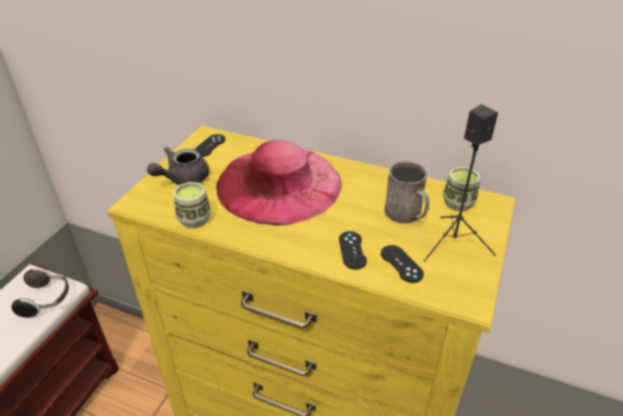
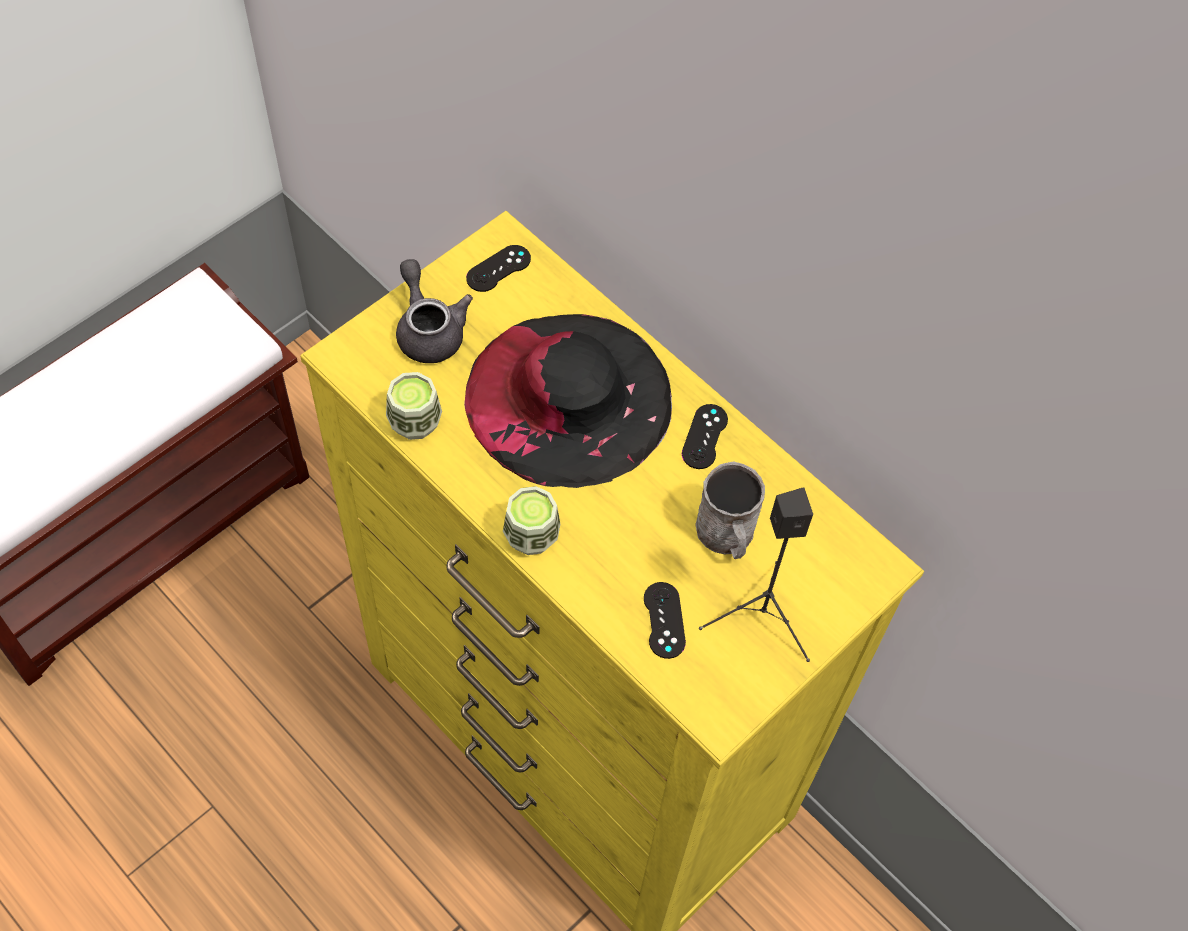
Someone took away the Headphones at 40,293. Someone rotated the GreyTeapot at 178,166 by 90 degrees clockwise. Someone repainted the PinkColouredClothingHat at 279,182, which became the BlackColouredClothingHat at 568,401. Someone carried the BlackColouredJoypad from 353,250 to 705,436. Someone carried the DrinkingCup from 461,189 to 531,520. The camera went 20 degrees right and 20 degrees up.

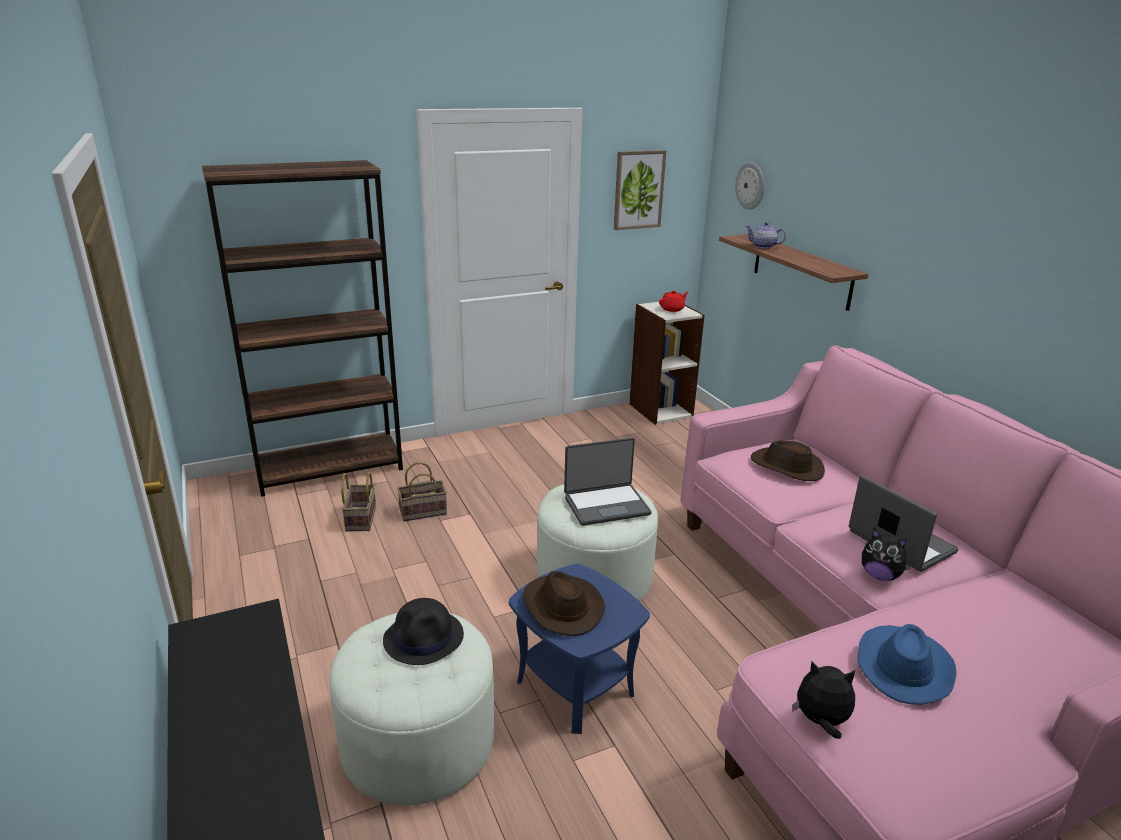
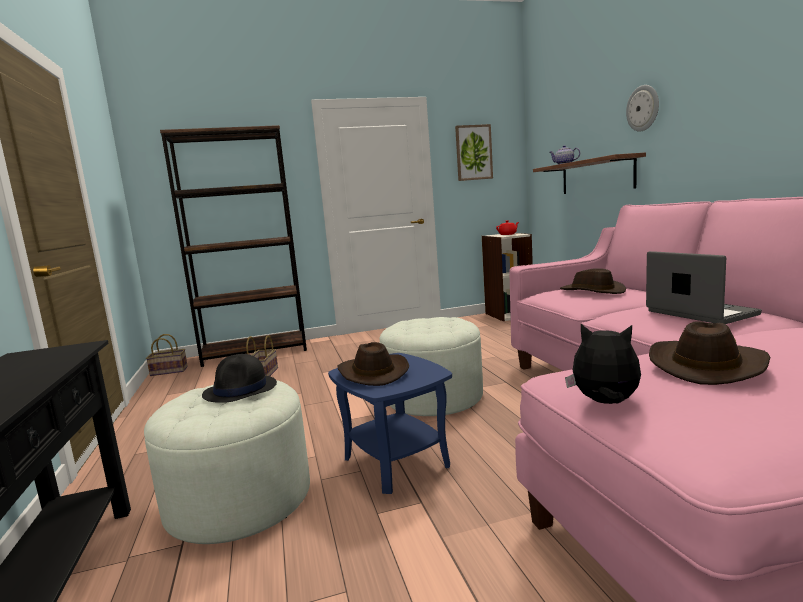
Someone carried the Basket from 422,491 to 167,355. Someone took away the NotebookComputer at 608,481. Someone carried the HangingClock from 749,186 to 642,108. Someone repainted the BlueColouredClothingHat at 907,664, which became the BrownClothingHat at 709,353. Someone took away the SoftToy at 887,555. The camera went 10 degrees right and 15 degrees down.

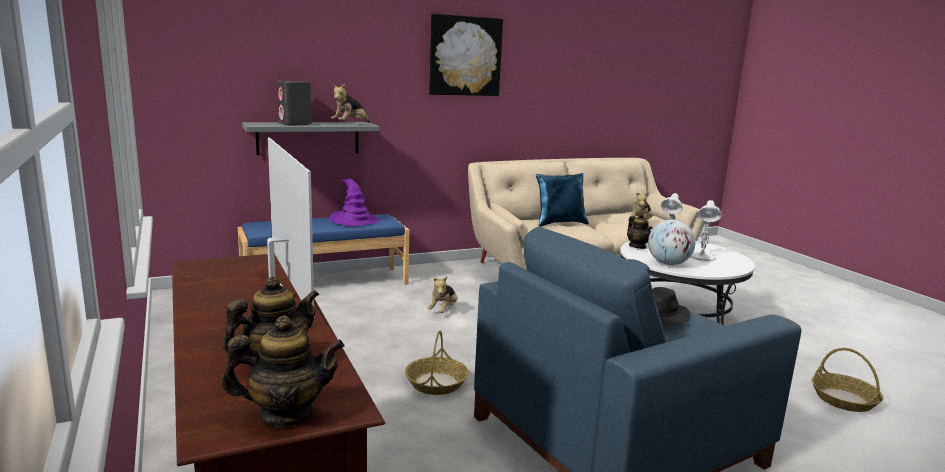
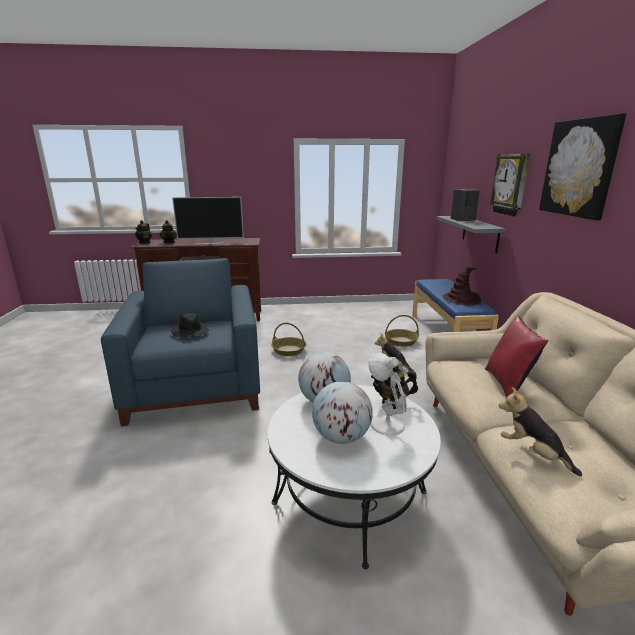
Someone repainted the PurplishClothingHat at 354,202, which became the BrownClothingHat at 461,286. Someone took away the SoftToy at 350,103. Someone repainted the BlueColouredThrowPillow at 562,200, which became the RedThrowPillow at 516,357. Someone swapped the WhiteColouredTabletopLamp at 706,230 for the WorldGlobe at 342,412. Someone carried the Basket from 848,380 to 402,331. Someone put up the HangingClock at 510,185. The camera went 110 degrees right and 5 degrees up.

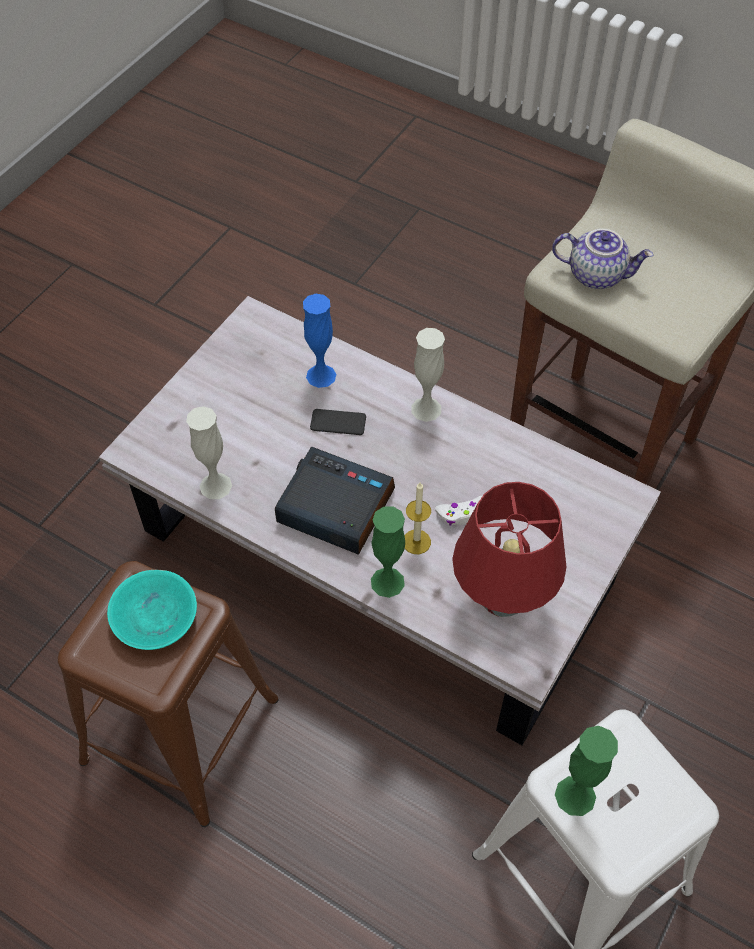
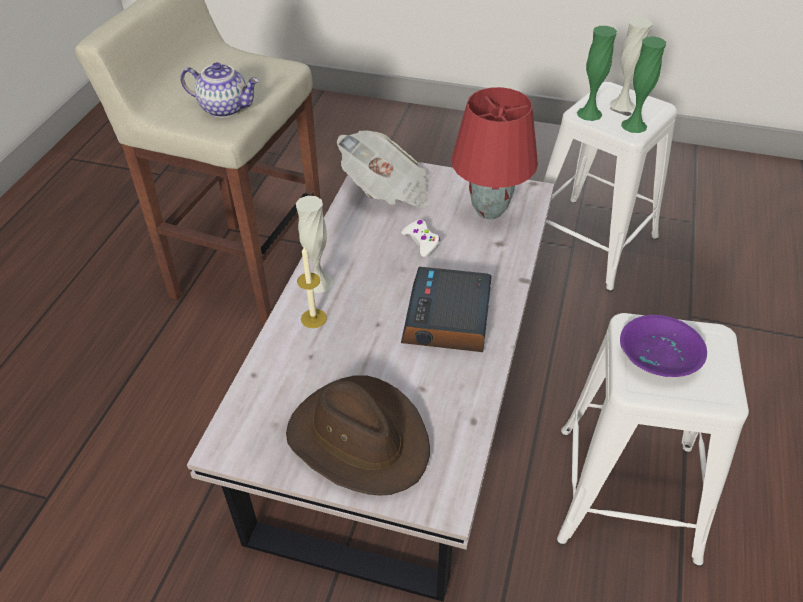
Someone repainted the BrownStoolSeat at 168,694, which became the WhiteColouredStoolSeat at 652,440. Someone repainted the TurquoiseBowl at 152,610, which became the PurplishBowl at 663,346. Someone carried the WhiteColouredVase from 209,452 to 631,64. Someone took away the BlueColouredVase at 319,341. Someone took away the Phone at 338,422. Someone carried the GreenVase from 388,552 to 597,73. Someone carried the Candle from 418,518 to 312,287. Someone rotated the Teapot at 602,259 by 105 degrees clockwise. Someone put down the BrownClothingHat at 358,435. Someone put down the Newspaper at 383,169. The camera went 105 degrees left and 10 degrees down.

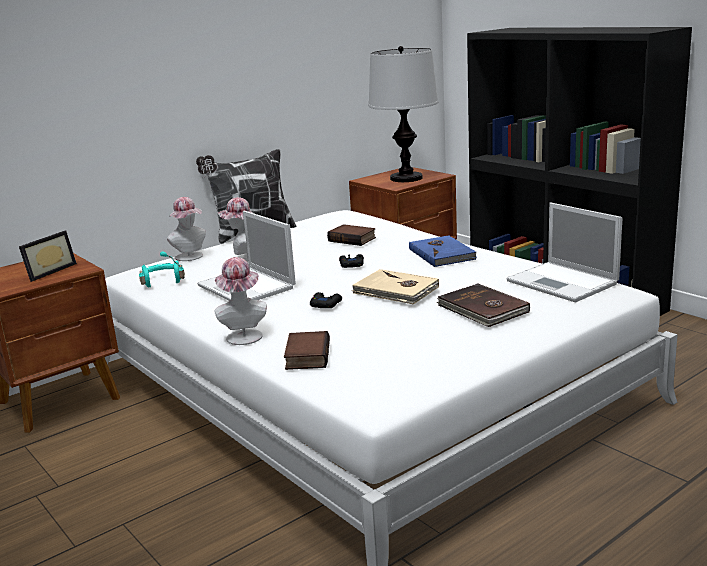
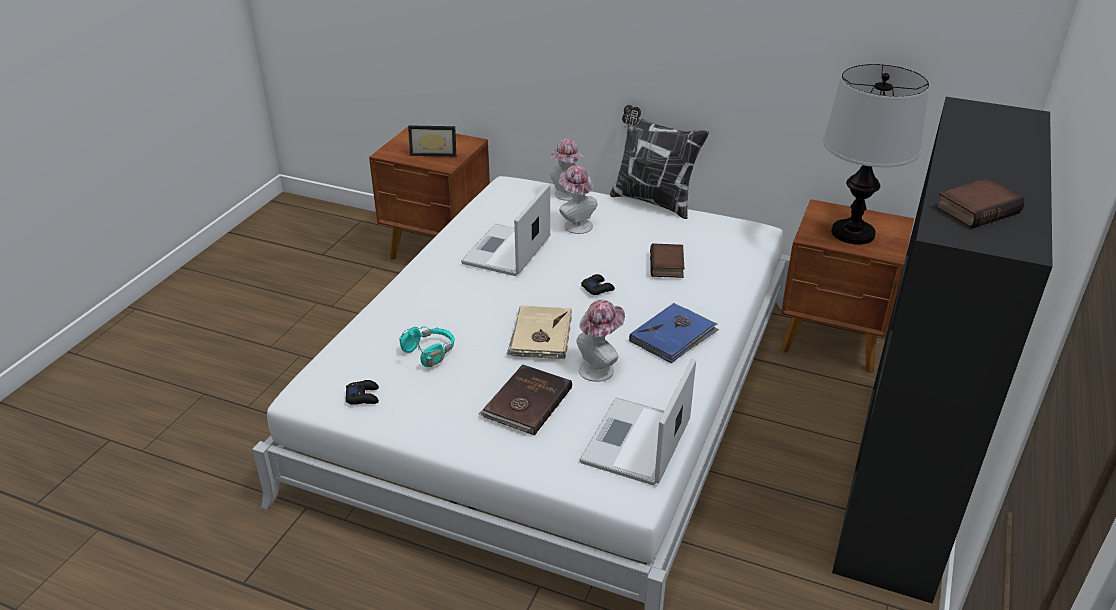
Someone carried the TurquoiseHeadphones from 162,269 to 427,347. Someone carried the ClothingHat from 240,301 to 600,341. Someone carried the Volume from 307,350 to 980,203. Someone carried the BlackColouredJoypad from 326,300 to 362,392. The camera went 60 degrees right and 15 degrees up.

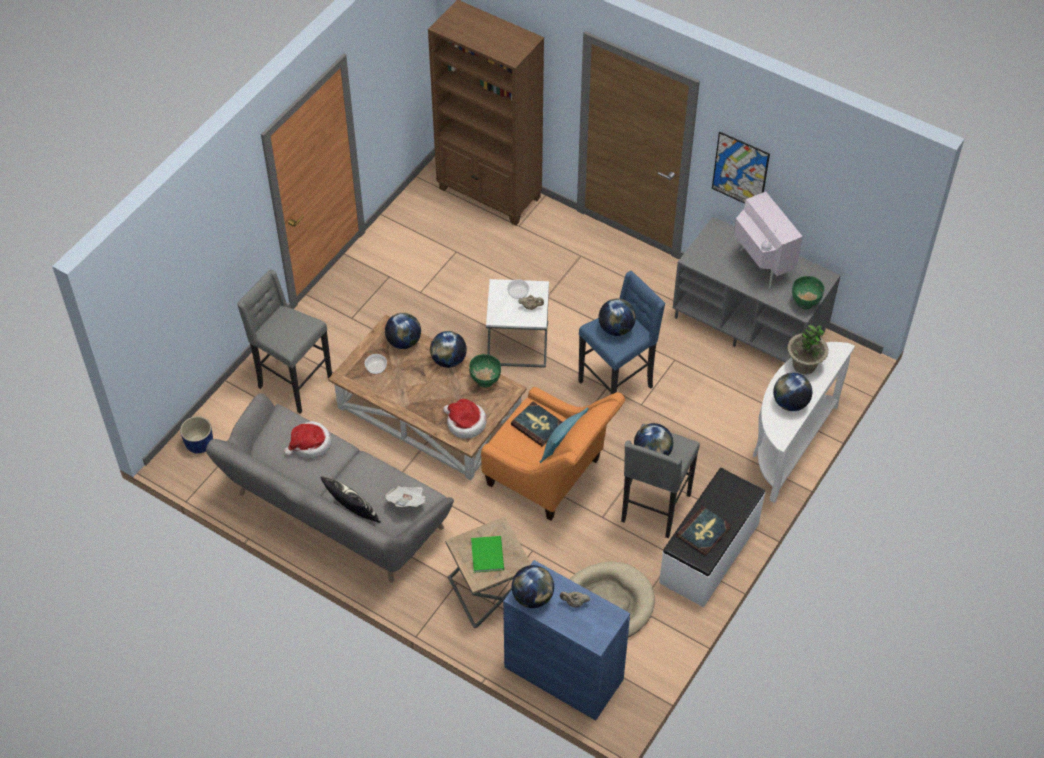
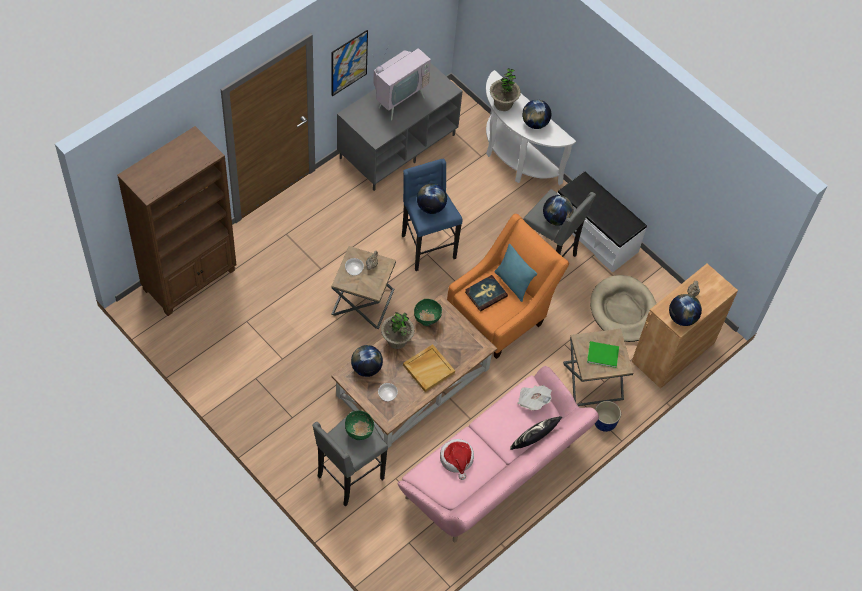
Someone carried the BlueColouredPlantPot from 196,435 to 608,416. Someone repainted the GreySofa at 330,488, which became the PinkColouredSofa at 498,454. Someone swapped the WorldGlobe at 448,349 for the PlantInAPot at 398,330. Someone took away the ClothingHat at 465,419. Someone repainted the WhiteColouredSideTable at 517,323, which became the BrownSideTable at 363,287. Someone repainted the BlueColouredCabinet at 566,640, which became the BrownCabinet at 685,326. Someone took away the Volume at 704,531. Someone rotated the Television at 768,240 by 150 degrees clockwise. Someone carried the GreenBowl from 808,292 to 359,425. Someone put down the SandColouredCarryingTray at 429,368. The camera went 80 degrees left and 5 degrees up.

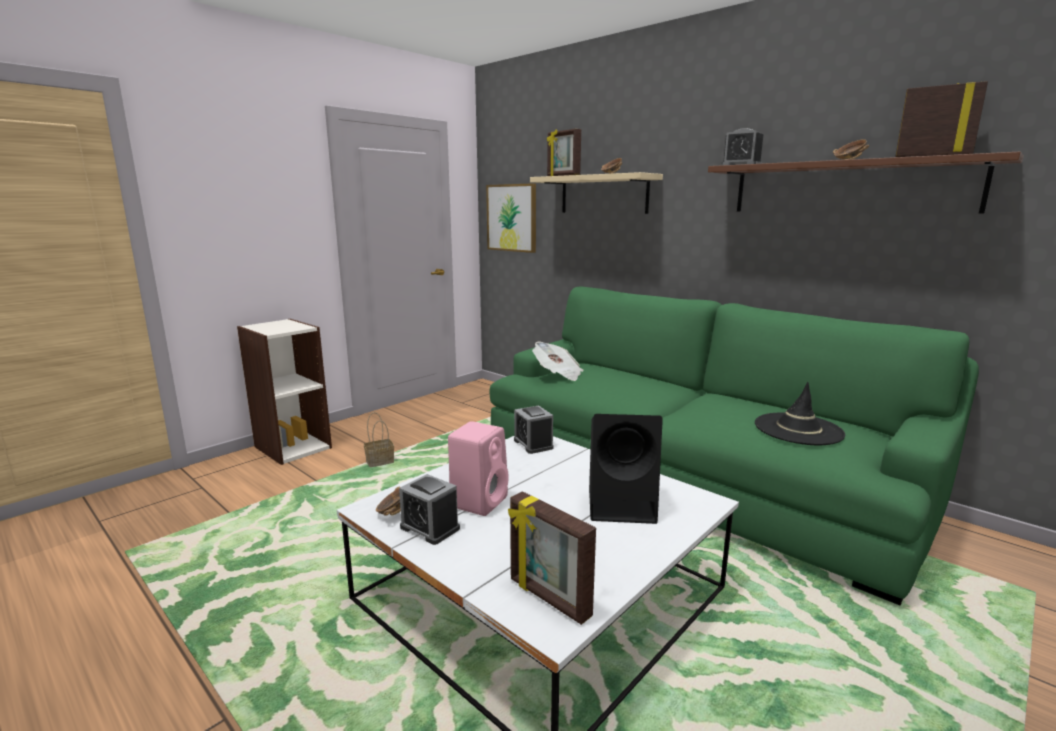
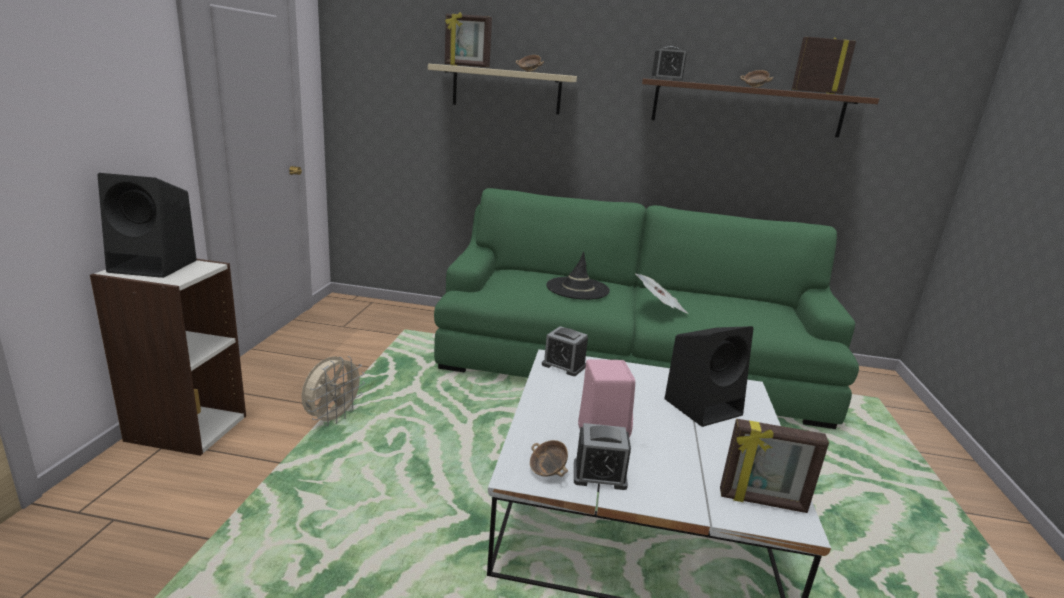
Someone swapped the Basket at 379,439 for the SandColouredCoolingFan at 333,391. Someone took away the WallArt at 511,218. Someone carried the Newspaper from 557,361 to 662,294. Someone carried the BlackColouredClothingHat from 800,413 to 578,275. Someone put down the BlackColouredAudioSpeaker at 147,225. The camera went 35 degrees left and 5 degrees up.

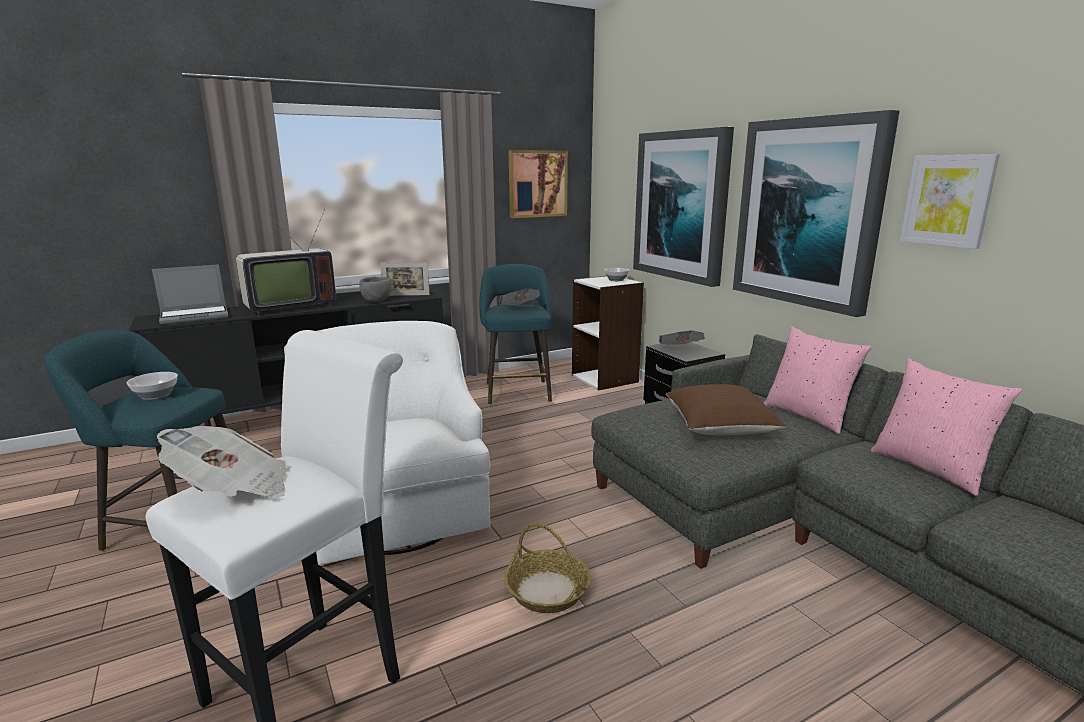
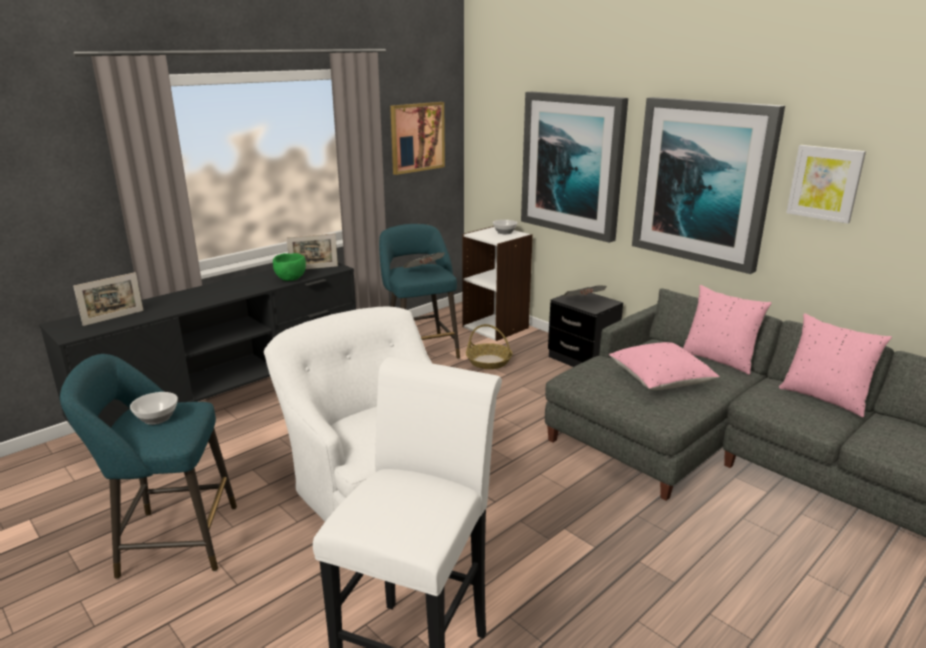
Someone swapped the NotebookComputer at 190,294 for the PhotoFrame at 108,299. Someone took away the Newspaper at 221,462. Someone took away the Television at 286,262. Someone repainted the GreyBowl at 375,289, which became the GreenBowl at 289,267. Someone carried the Basket from 547,568 to 489,346. Someone repainted the BrownThrowPillow at 726,409, which became the PinkColouredThrowPillow at 664,366. The camera went 15 degrees left and 5 degrees up.

